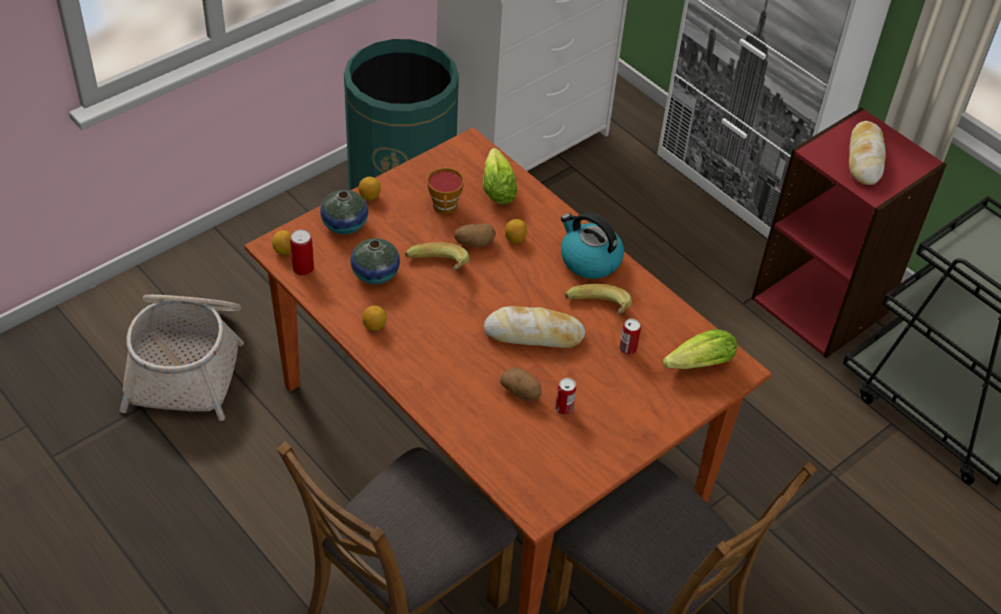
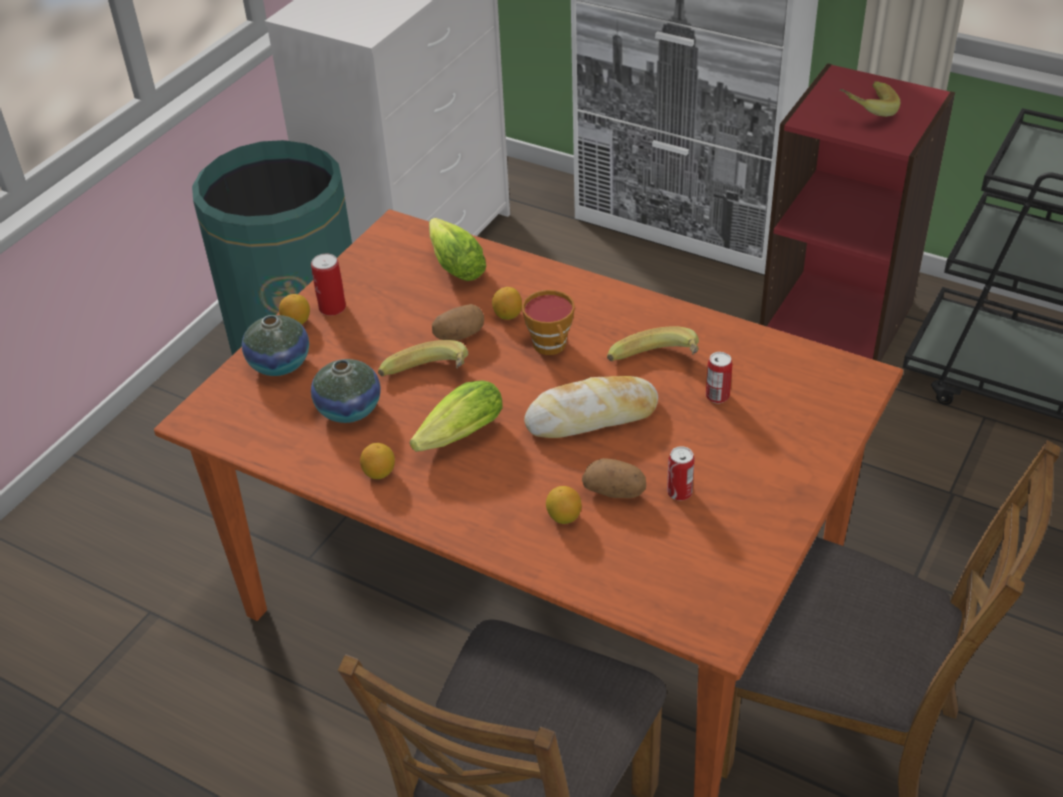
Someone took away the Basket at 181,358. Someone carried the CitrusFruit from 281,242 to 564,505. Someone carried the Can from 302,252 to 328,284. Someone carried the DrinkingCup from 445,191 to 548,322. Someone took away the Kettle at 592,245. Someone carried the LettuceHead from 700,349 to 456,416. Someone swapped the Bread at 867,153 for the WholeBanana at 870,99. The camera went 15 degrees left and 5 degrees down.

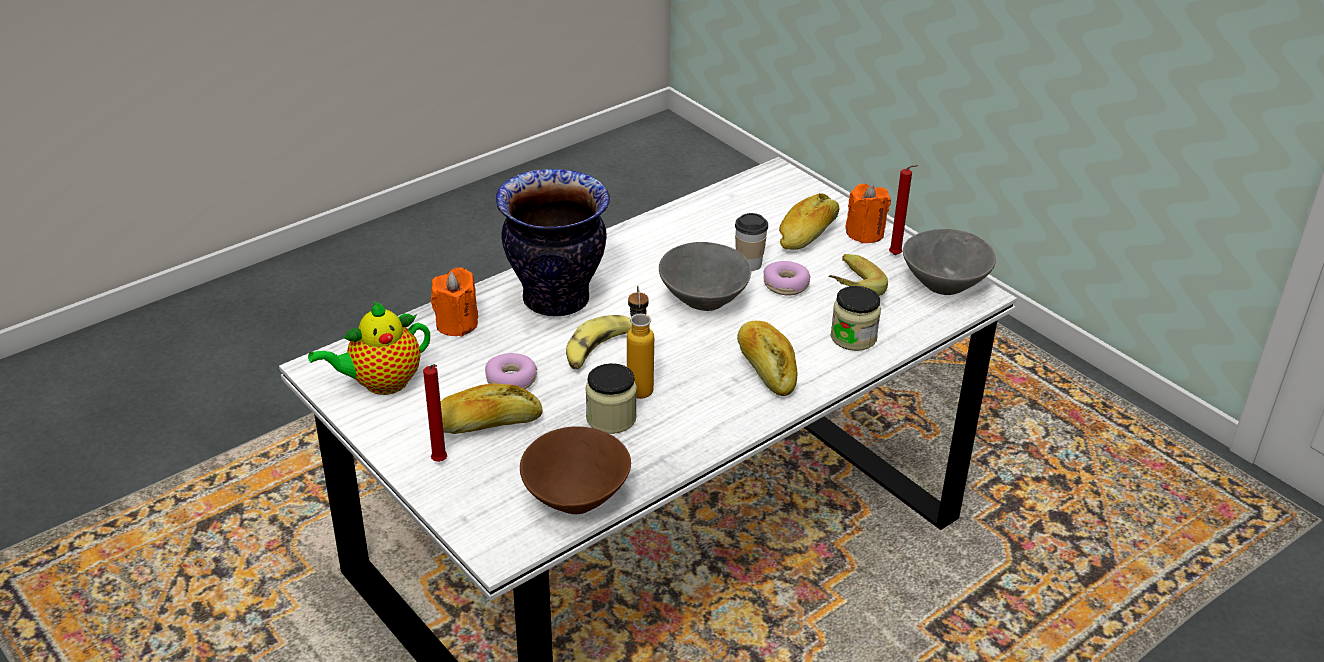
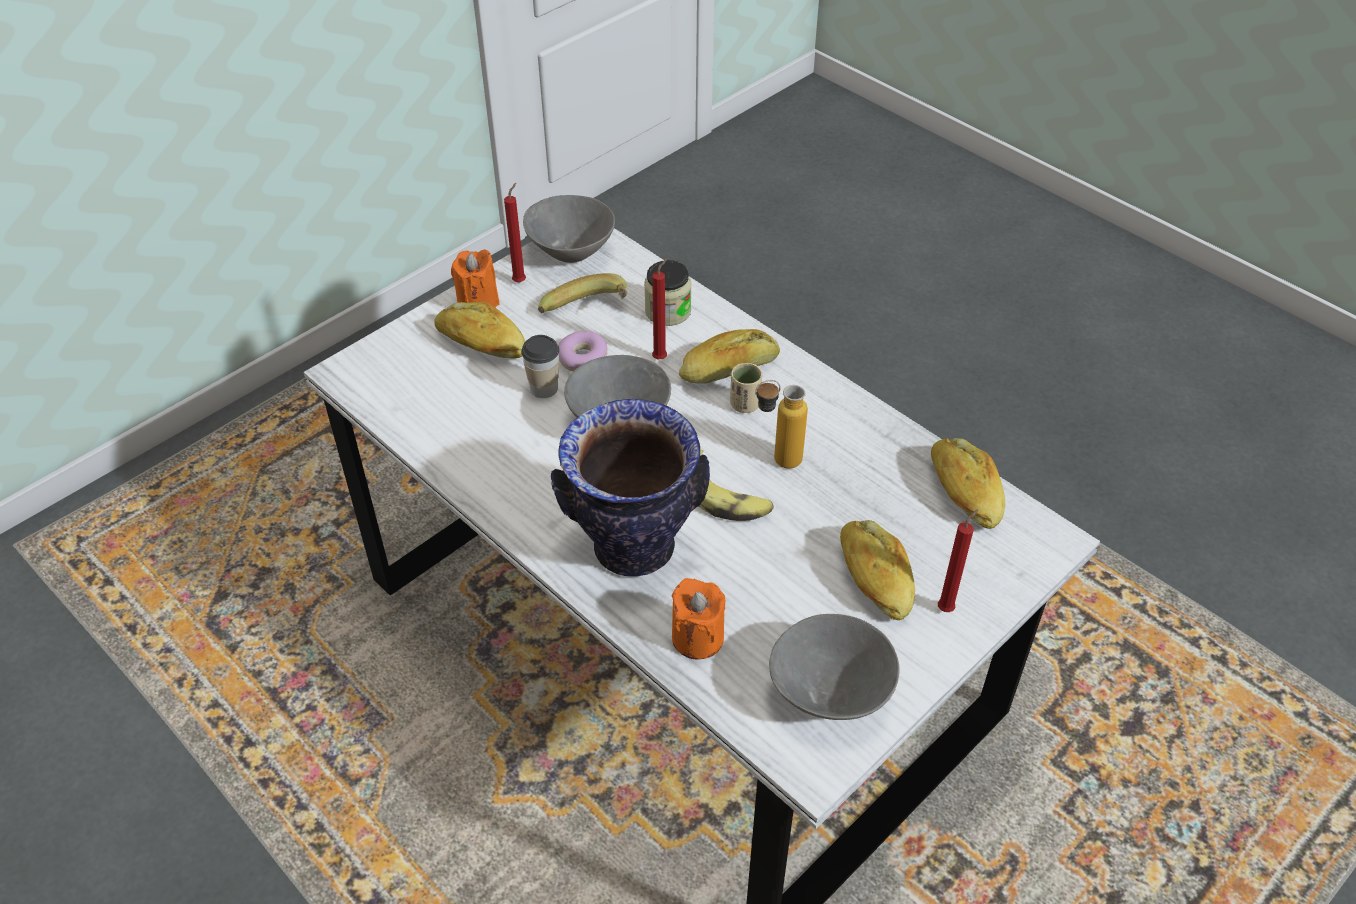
Someone swapped the Teapot at 369,348 for the GreyBowl at 834,667. Someone took away the Donut at 511,371. Someone swapped the BrownBowl at 575,470 for the Bread at 968,483. Someone took away the StorageJar at 611,398. Someone put down the RedCandle at 659,309. Someone put down the SandColouredDrinkingCup at 746,388. The camera went 95 degrees left and 10 degrees up.

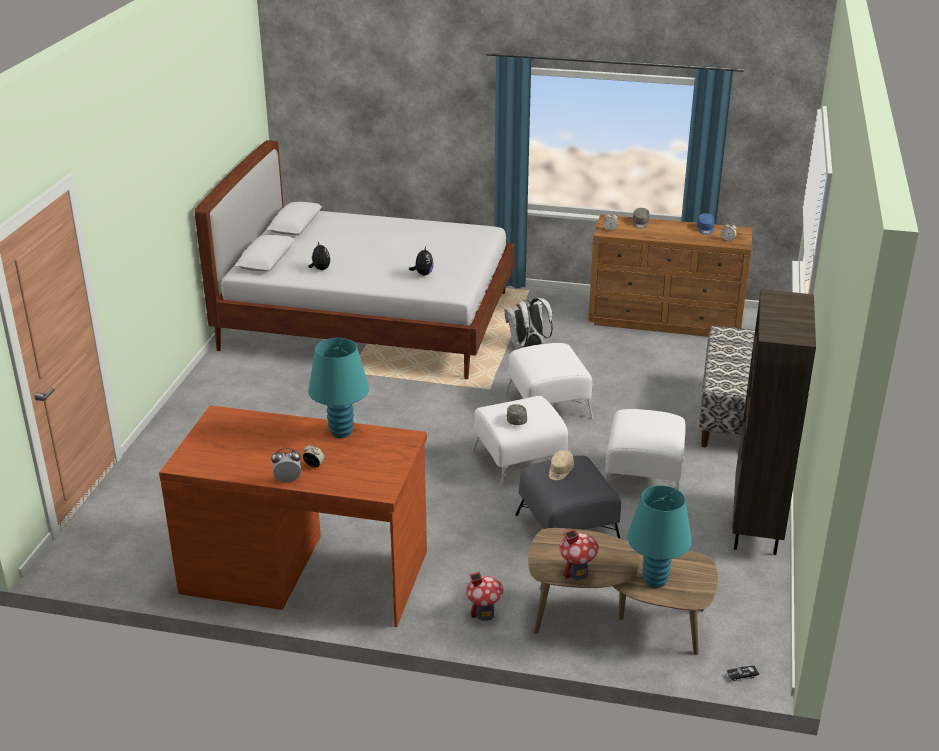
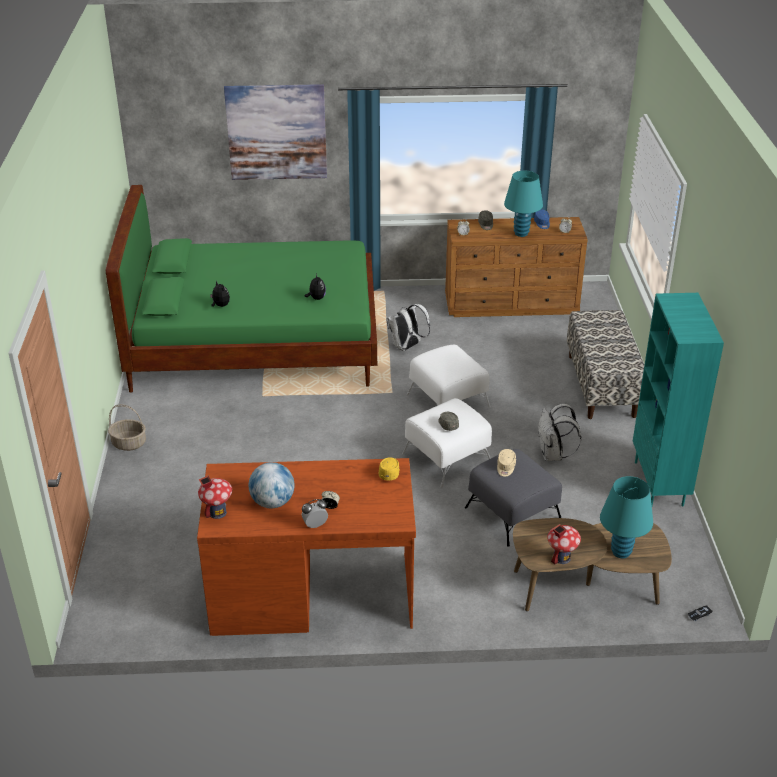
Someone repainted the WhiteColouredBedroomBed at 355,259, which became the GreenBedroomBed at 241,289. Someone carried the TurquoiseTabletopLamp from 338,388 to 523,204. Someone carried the ModelHouse from 485,596 to 215,497. Someone swapped the WhiteColouredOttoman at 645,449 for the WhiteColouredKnapsack at 559,432. Someone repainted the BrownBookshelf at 774,422, which became the TurquoiseBookshelf at 678,399. Someone put down the Basket at 127,427. Someone put up the WallArt at 275,132. Someone put down the WorldGlobe at 272,485. Someone put down the YellowishPeakedCap at 389,469. The camera went 15 degrees left and 5 degrees up.

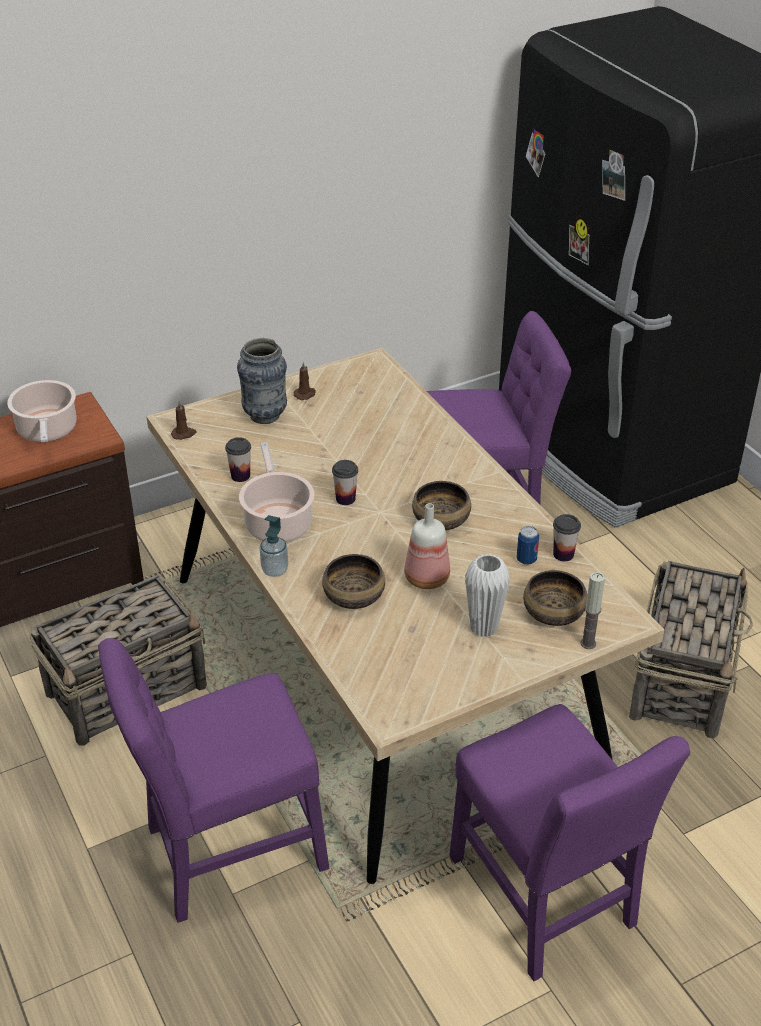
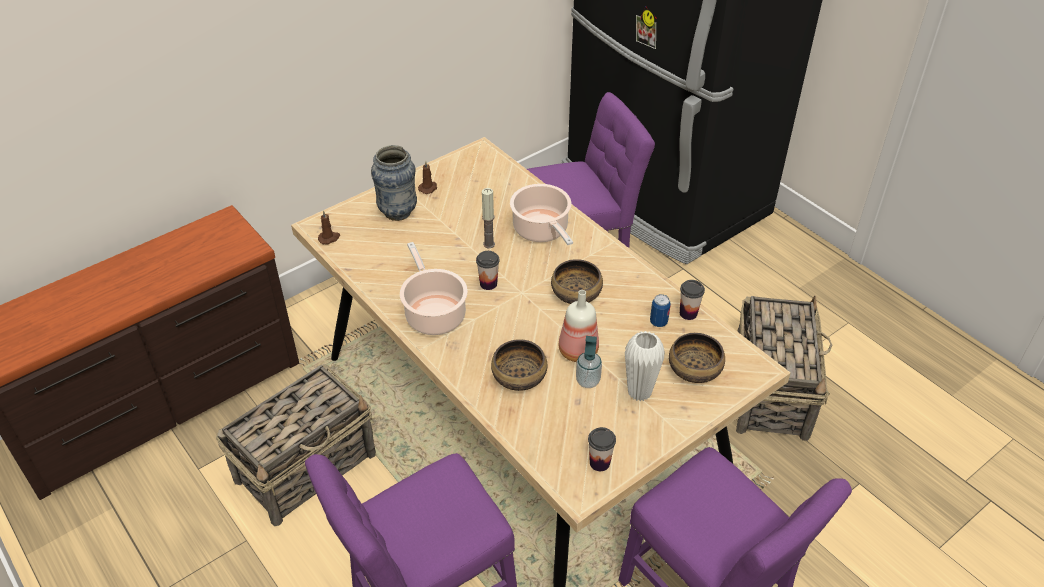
Someone carried the CookingPot from 42,411 to 541,214. Someone carried the DrinkingCup from 238,459 to 602,449. Someone carried the SoapDispenser from 274,546 to 589,362. Someone carried the Candle from 592,610 to 488,218. The camera went 10 degrees left and 5 degrees up.

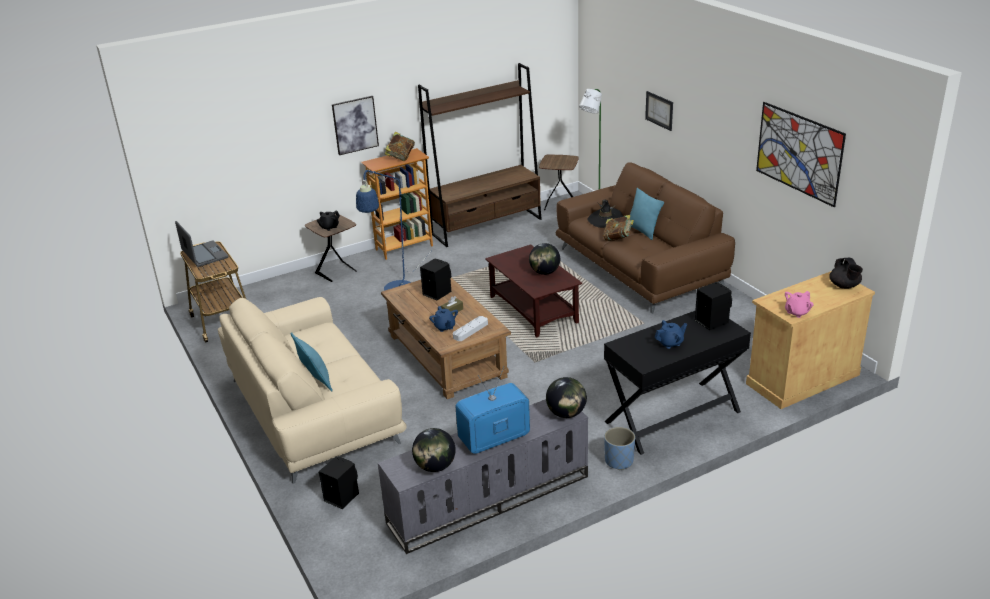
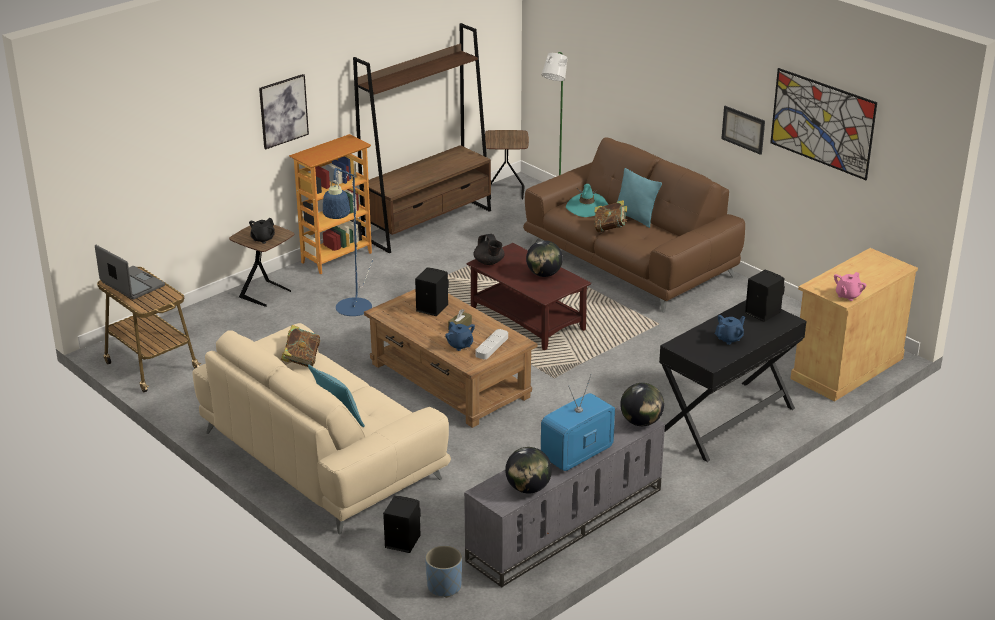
Someone carried the Volume from 400,146 to 300,346. Someone repainted the BlackColouredClothingHat at 605,214, which became the TurquoiseClothingHat at 587,200. Someone carried the BlueColouredPlantPot from 619,448 to 443,572. Someone carried the WallArt from 659,111 to 743,130. Someone carried the BlackColouredTeapot from 846,273 to 489,249. The camera went 15 degrees left and 0 degrees up.

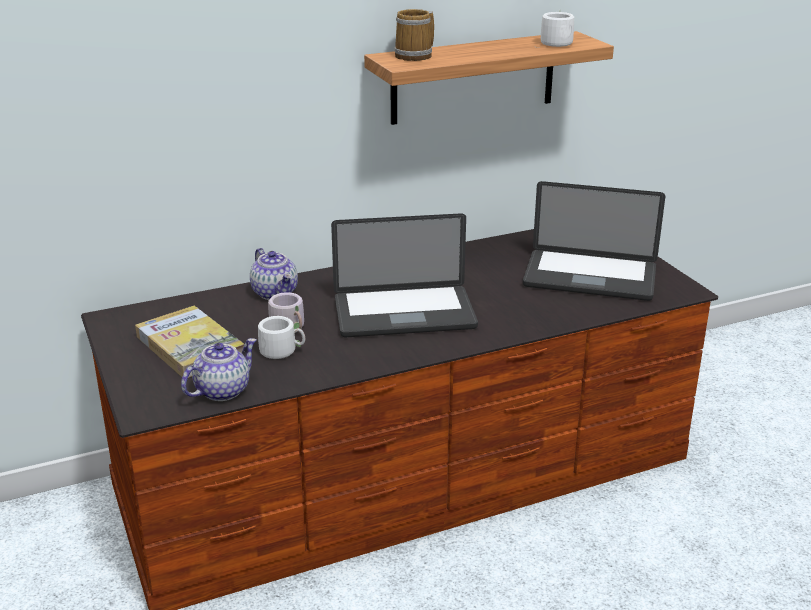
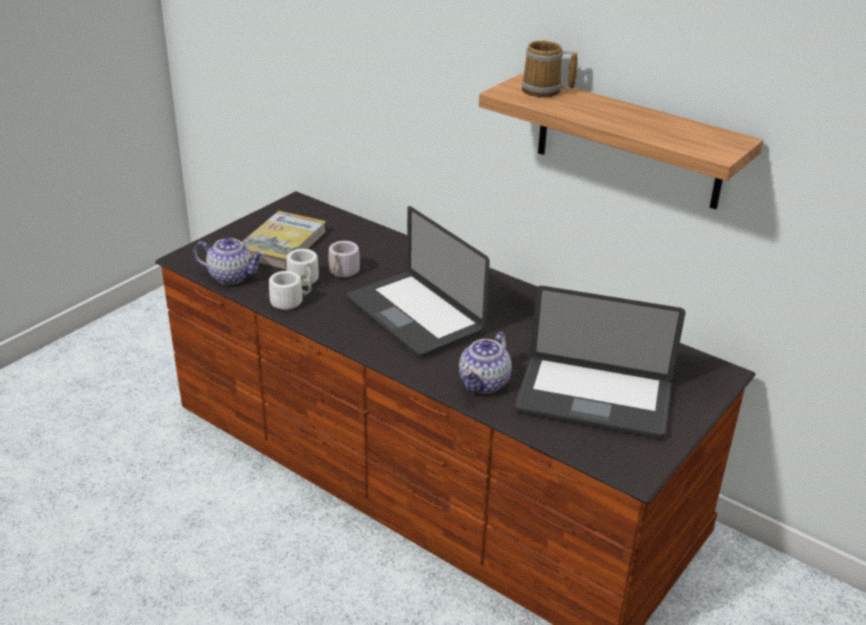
Someone carried the Teapot from 274,274 to 485,362. Someone rotated the NotebookComputer at 594,241 by 60 degrees counterclockwise. Someone carried the WhiteColouredMug from 557,29 to 288,290. The camera went 60 degrees right and 5 degrees up.

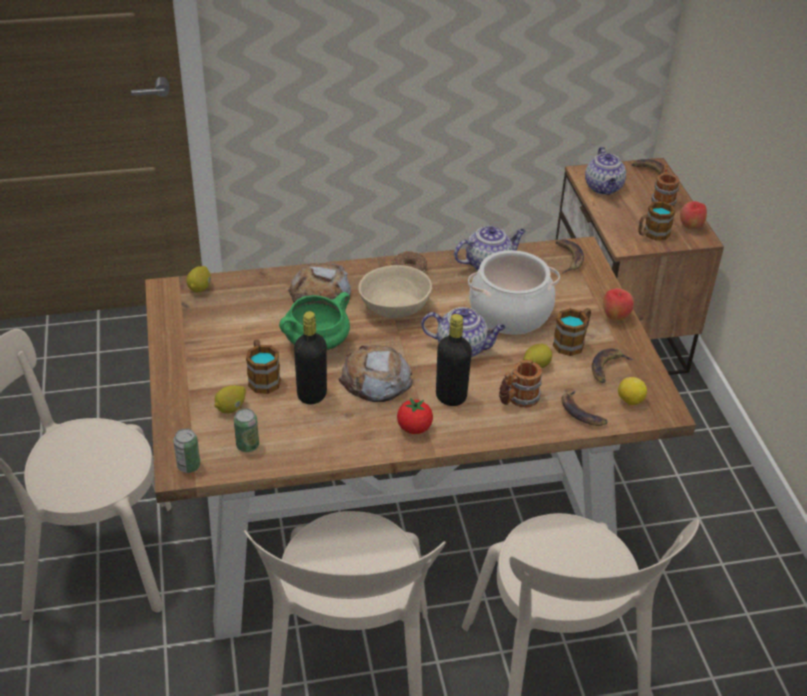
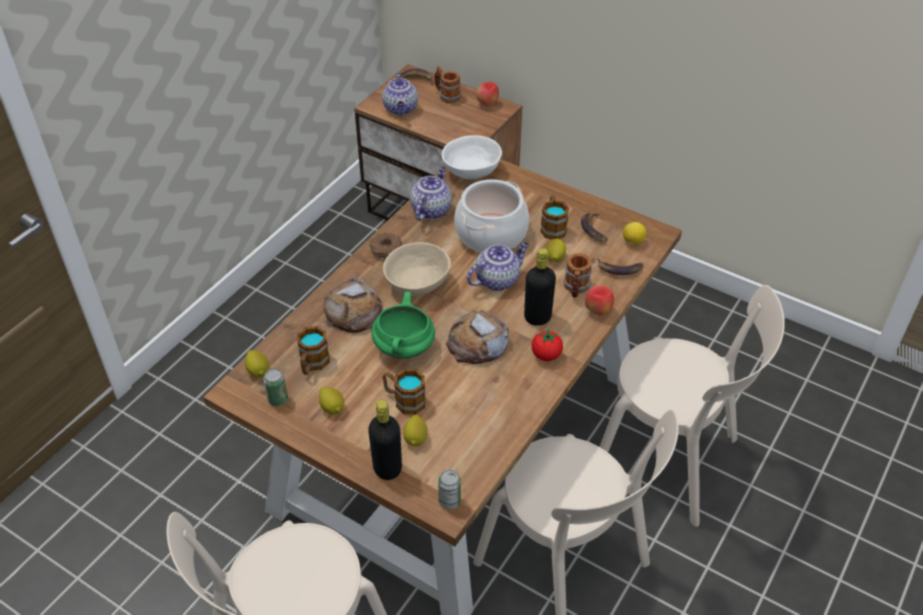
Someone carried the Can from 246,430 to 275,387. Someone carried the BlackColouredBeverageBottle from 310,357 to 385,440. Someone swapped the WholeBanana at 570,256 for the WhiteColouredBowl at 472,157. Someone rotated the Teapot at 605,171 by 45 degrees clockwise. Someone carried the WholeApple from 618,304 to 599,300. Someone carried the Mug from 656,221 to 313,350. Someone put down the CitrusFruit at 332,400. The camera went 45 degrees left and 5 degrees up.

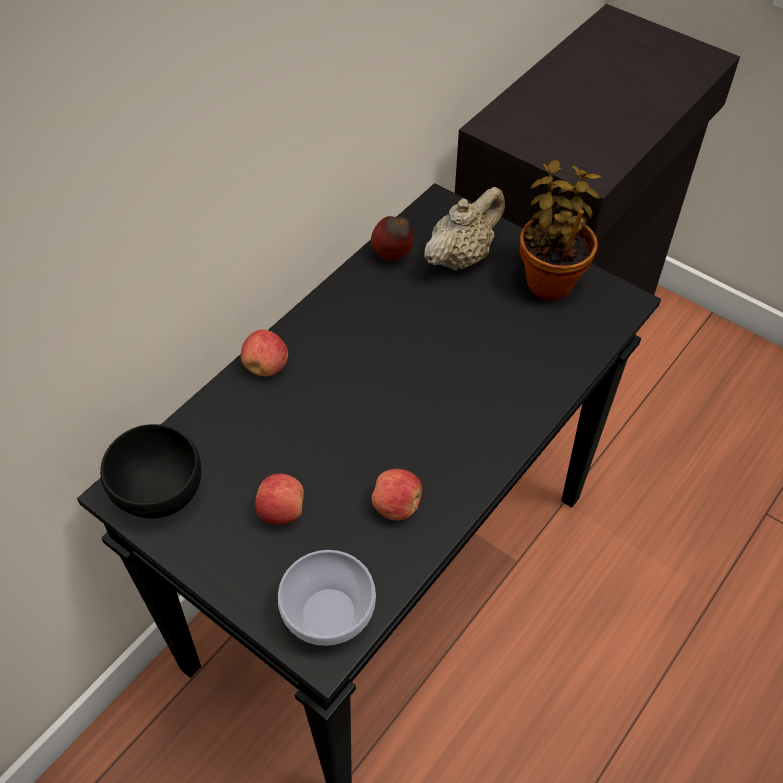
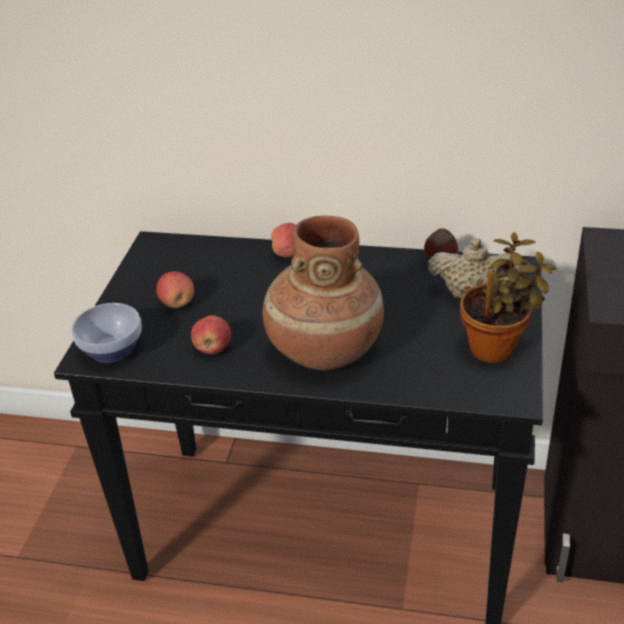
Someone took away the BlackColouredBowl at 151,471. Someone put down the BrownVase at 323,292. The camera went 65 degrees right and 15 degrees down.

